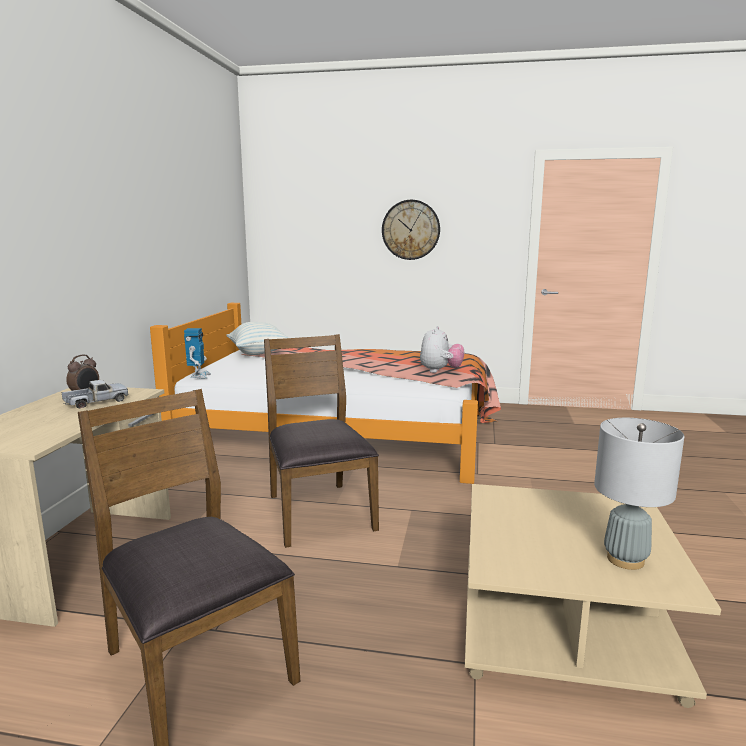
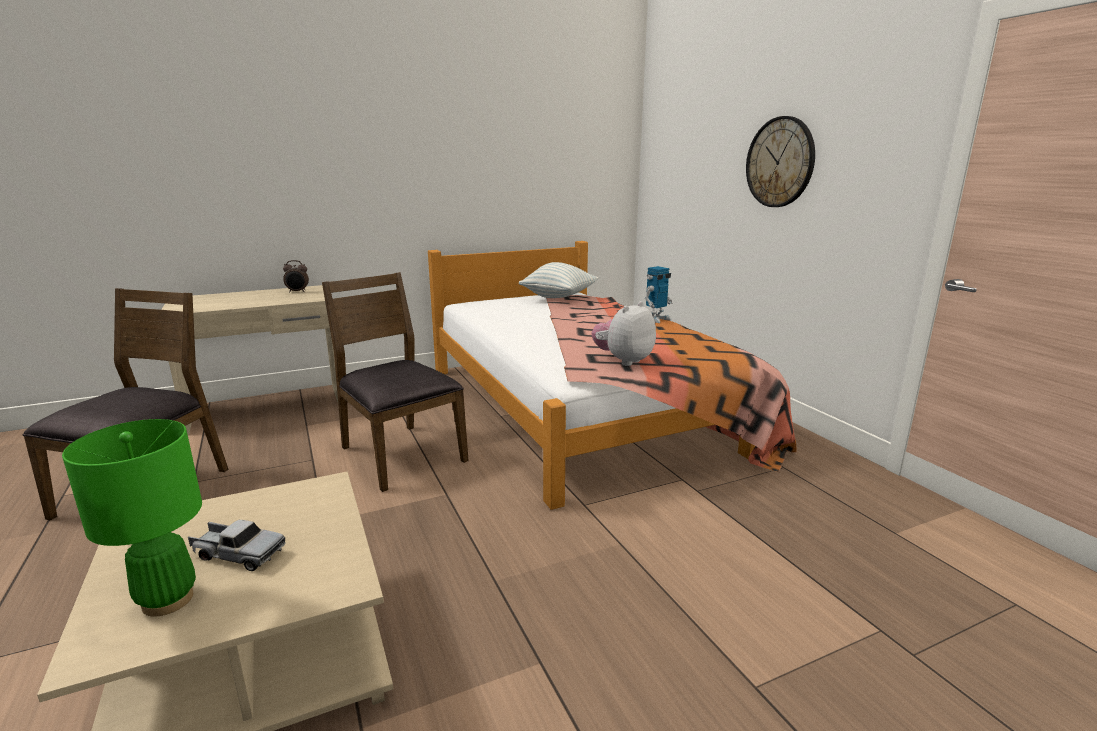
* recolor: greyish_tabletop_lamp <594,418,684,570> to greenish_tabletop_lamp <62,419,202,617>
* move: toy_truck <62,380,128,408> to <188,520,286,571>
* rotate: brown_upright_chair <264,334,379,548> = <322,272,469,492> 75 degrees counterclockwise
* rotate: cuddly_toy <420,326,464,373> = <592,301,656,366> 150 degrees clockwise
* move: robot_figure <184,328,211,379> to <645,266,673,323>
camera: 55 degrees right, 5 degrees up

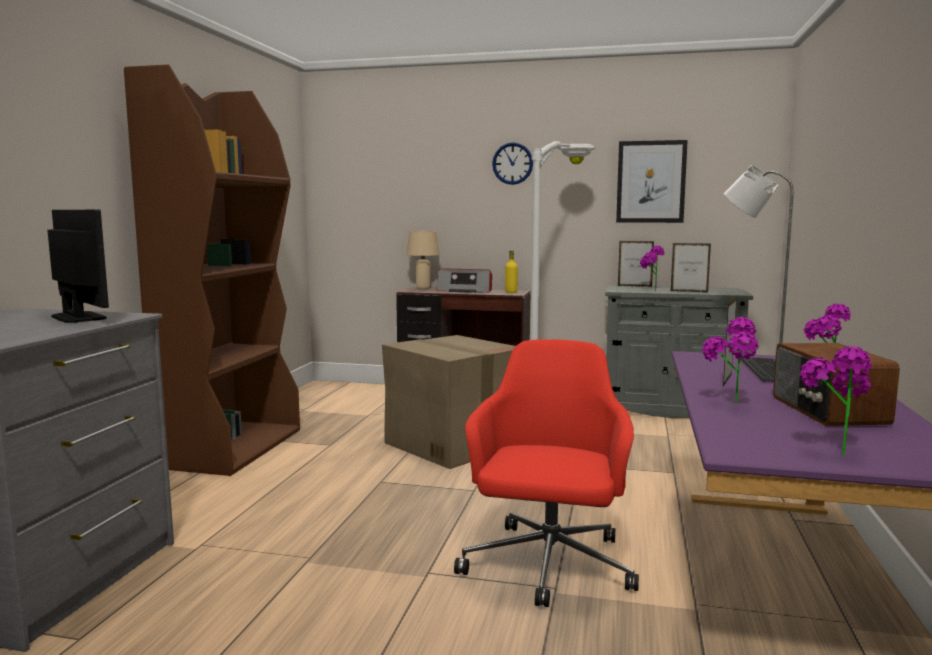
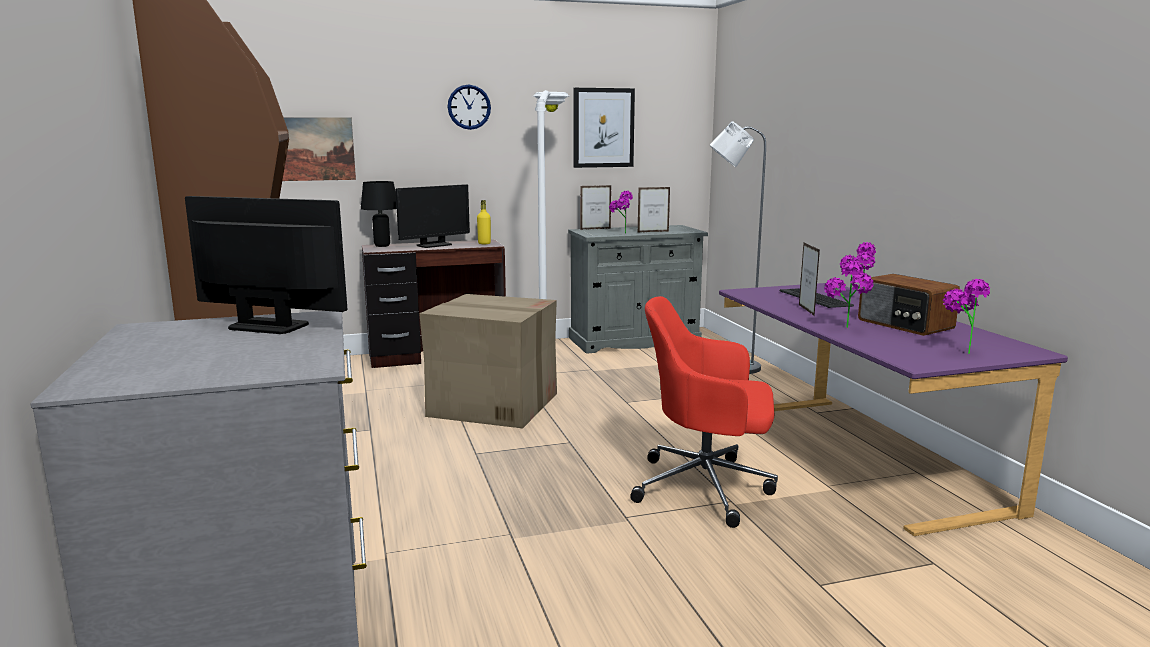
* insert: wall_art <282,117,356,181>
* recolor: beige-coloured_tabletop_lamp <406,231,440,289> to black_tabletop_lamp <361,181,397,247>
* replace: radio_receiver <436,269,492,293> to computer_display <396,184,470,248>
* rotate: red-coloured_computer_chair <454,339,639,607> = <630,296,778,528> 60 degrees counterclockwise
camera: 30 degrees left, 5 degrees up

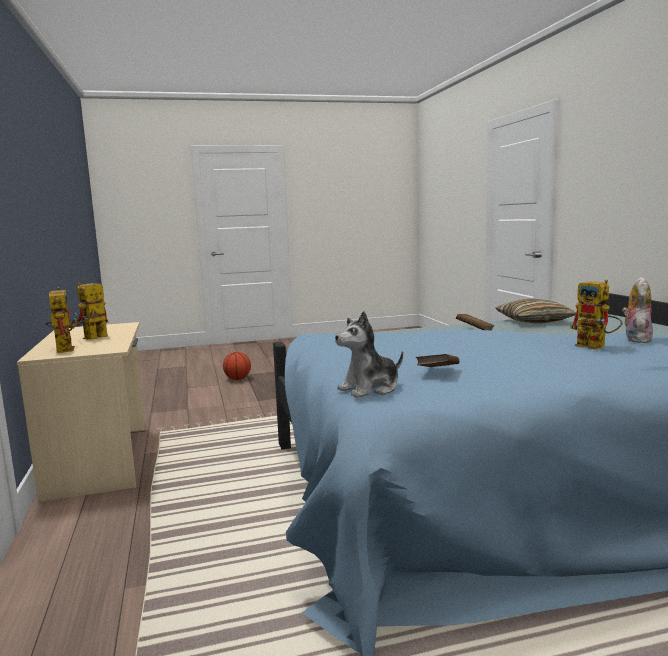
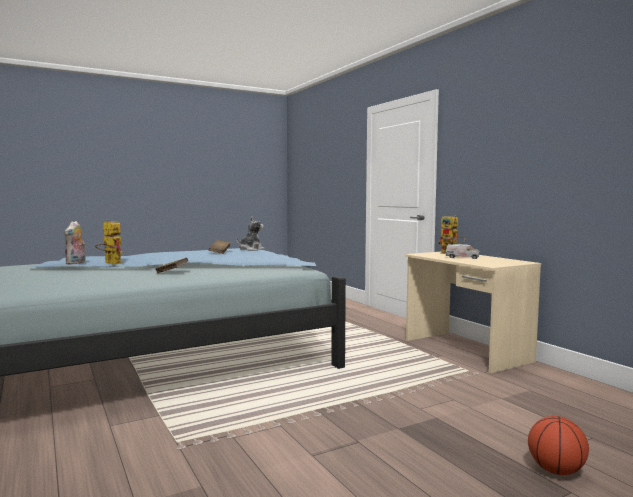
* replace: robot_figure <74,282,108,340> to toy_truck <446,244,479,259>
* delete: throw_pillow <496,299,576,323>
camera: 165 degrees right, 5 degrees down

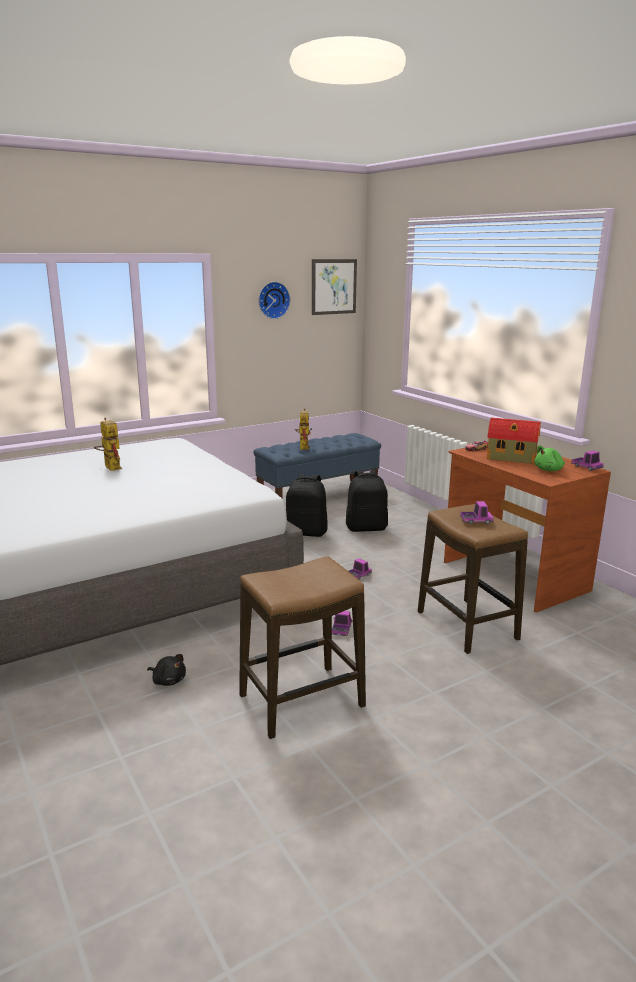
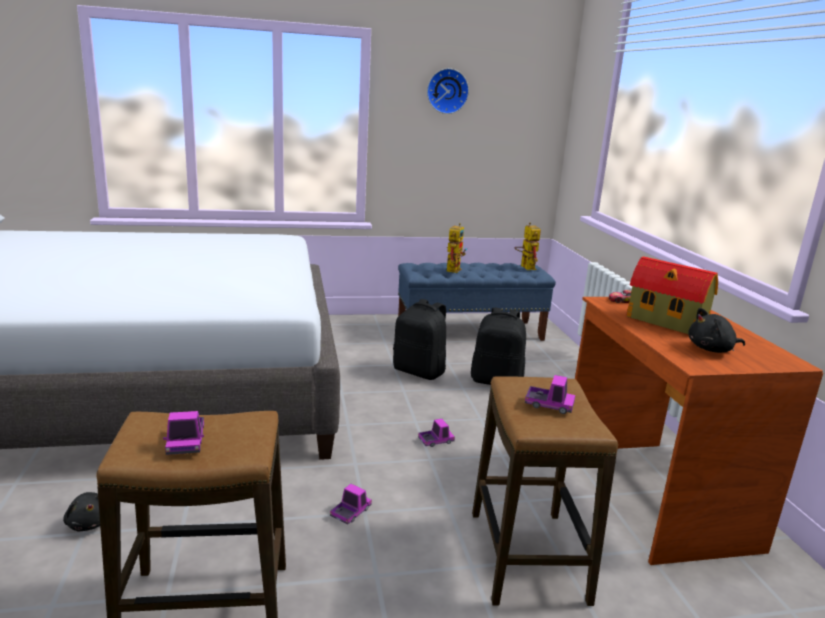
* move: toy_truck <571,450,604,471> to <163,411,204,455>
* move: robot_figure <94,417,122,471> to <514,222,541,270>
* recolor: greenish_cuddly_toy <534,445,565,471> to black_cuddly_toy <688,308,745,353>
* delete: wall_art <312,259,357,315>
camera: 20 degrees right, 0 degrees up

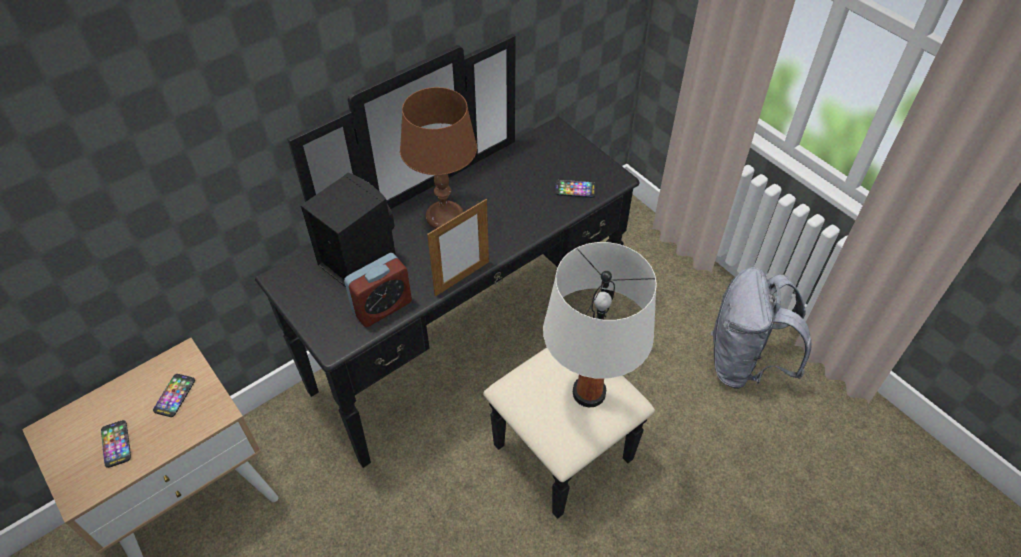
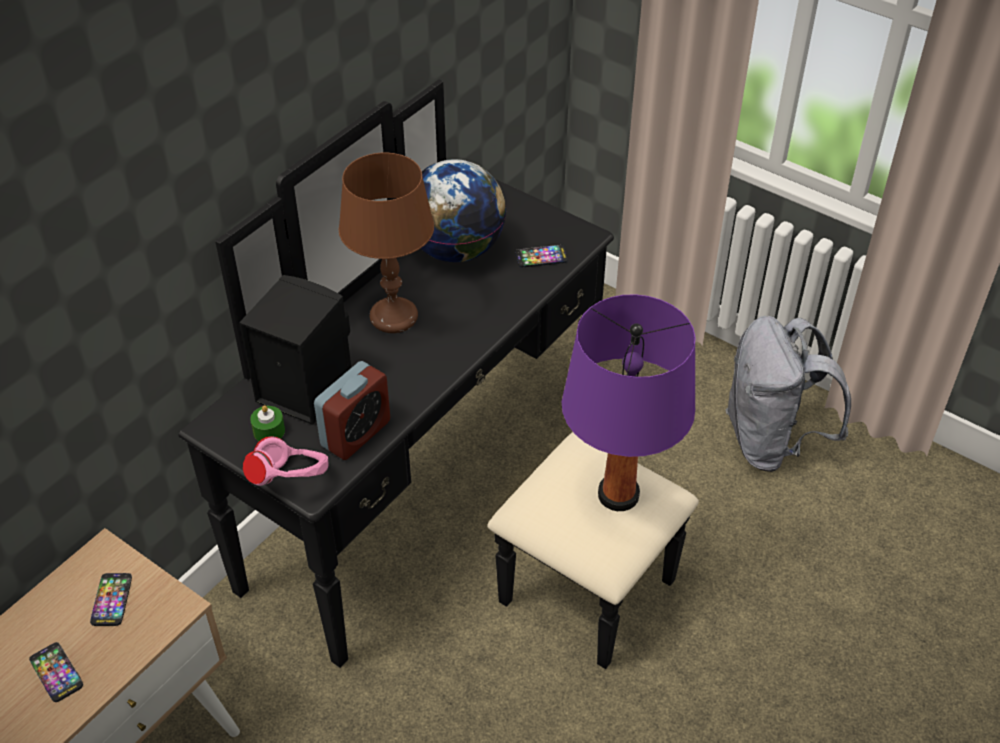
* insert: pinkish_headphones <243,436,329,486>
* insert: greenish_wax_light <250,405,285,441>
* insert: desk_globe <420,159,506,262>
* recolor: white_tabletop_lamp <543,242,657,407> to purplish_tabletop_lamp <562,294,696,511>
* delete: standing_frame <427,199,489,297>
camera: 15 degrees left, 5 degrees down

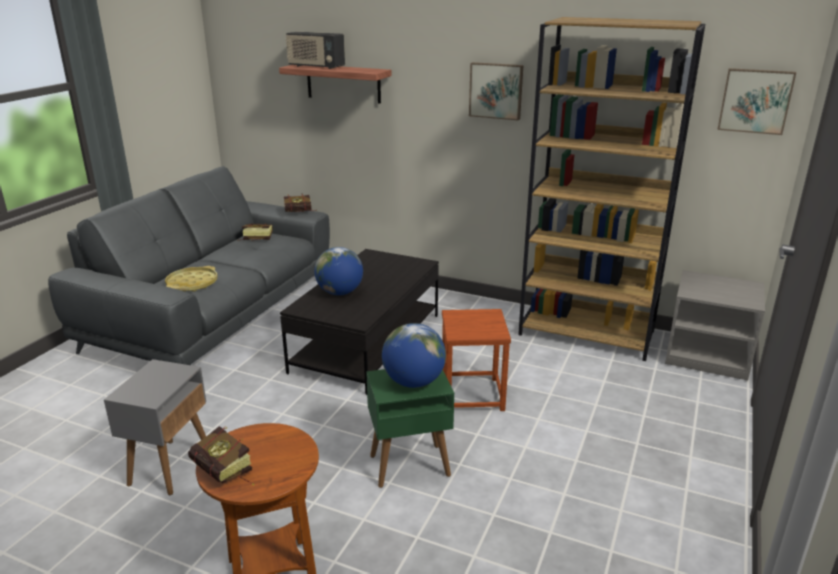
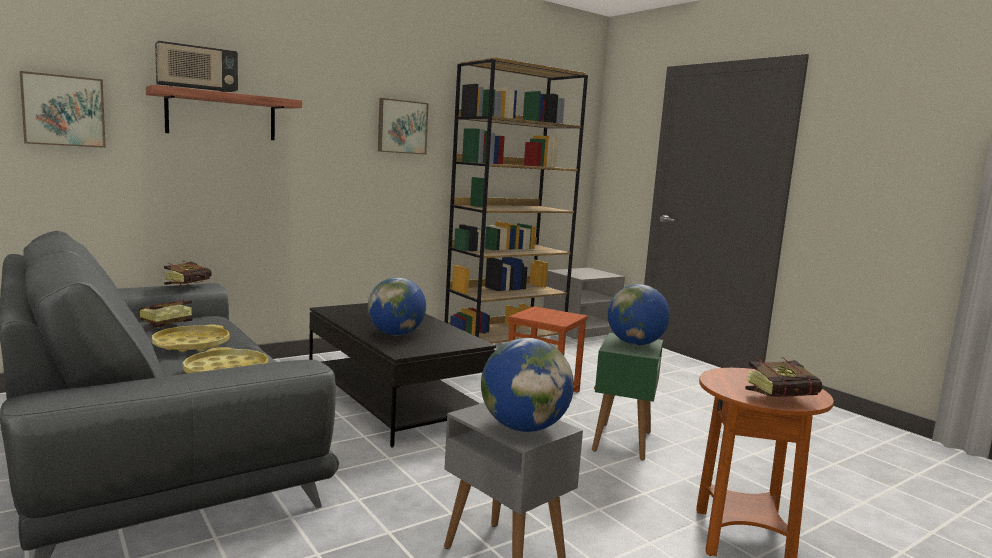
* move: wall_art <717,68,796,135> to <20,71,106,148>
* insert: yellow-coloured_tray <152,325,230,352>
* insert: desk_globe <481,338,574,432>
camera: 60 degrees left, 15 degrees down

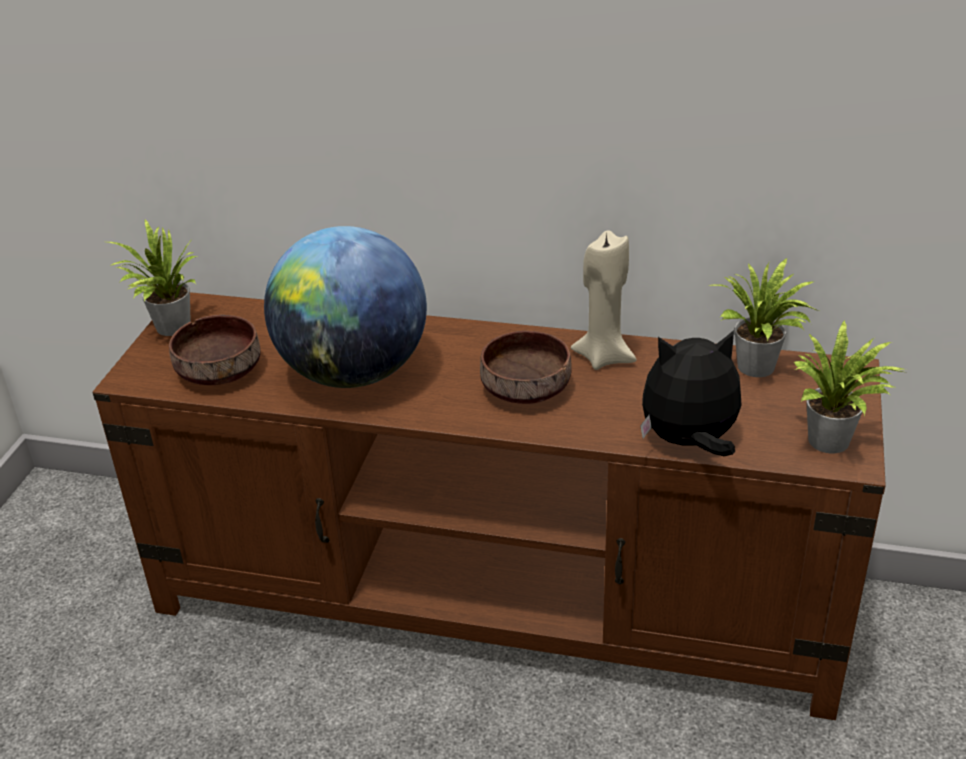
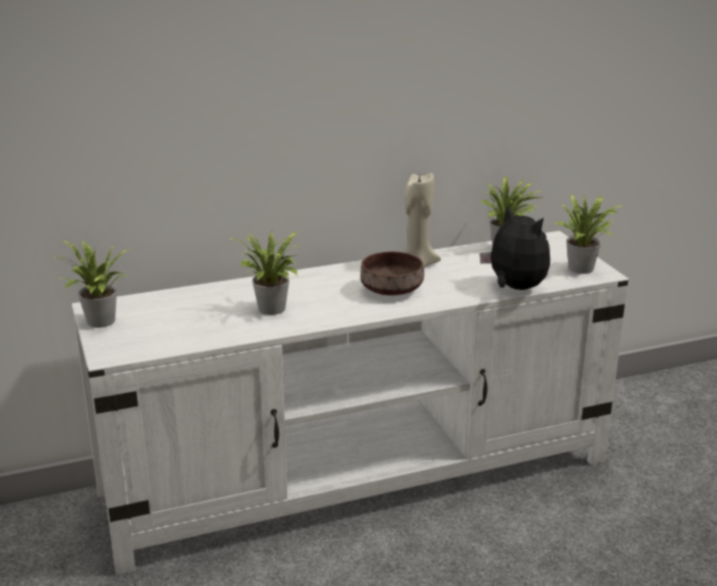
* recolor: brown_tv_unit <93,292,886,720> to white_tv_unit <72,231,629,575>
* replace: desk_globe <264,226,427,388> to plant_in_a_pot <230,229,299,315>
* rotate: cuddly_toy <640,330,742,456> = <480,204,550,290> 90 degrees clockwise
* delete: brown_bowl <169,315,261,385>
camera: 35 degrees left, 10 degrees down

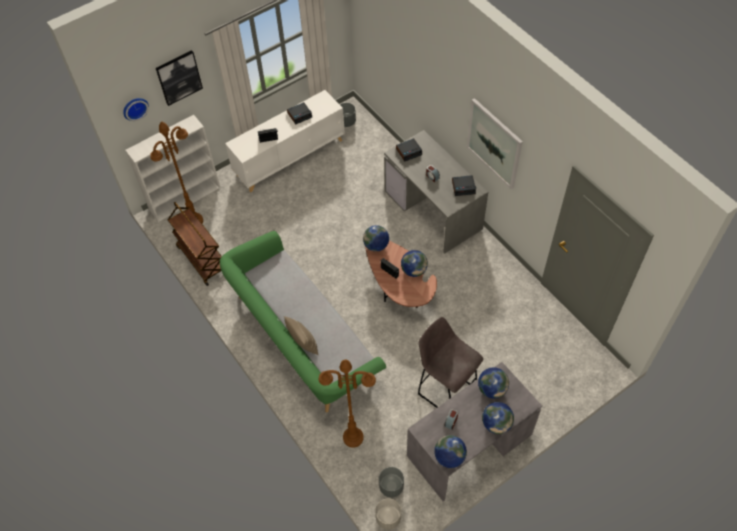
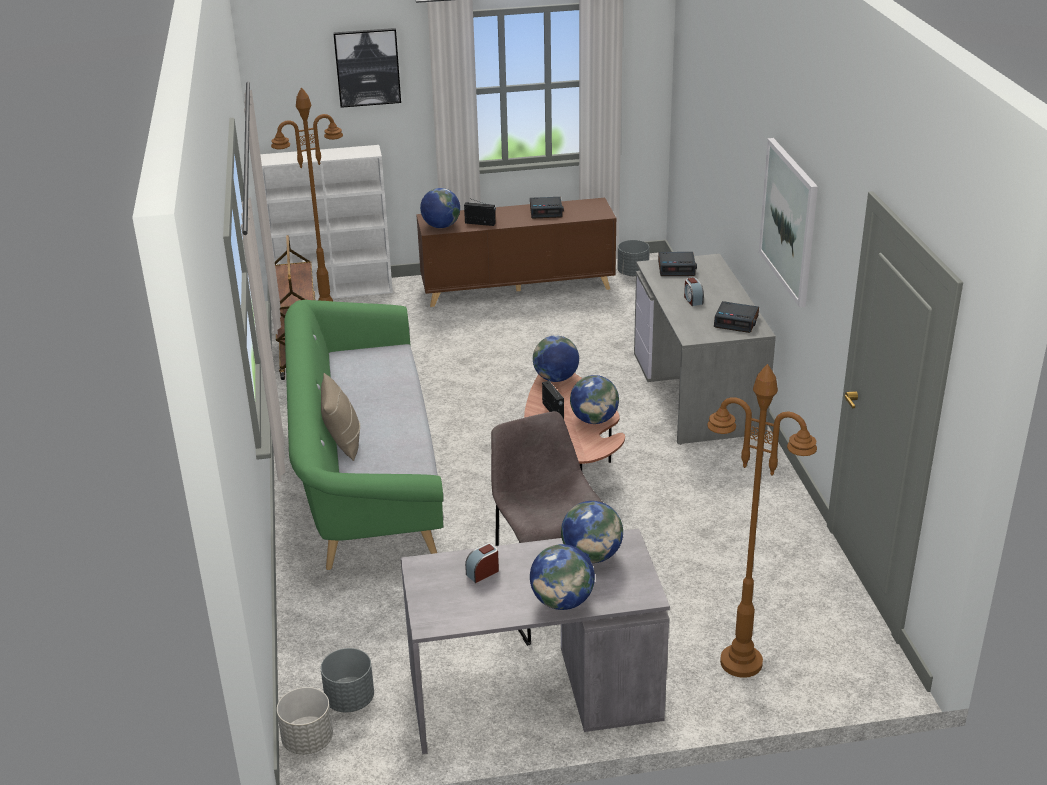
* recolor: white_storage_cabinet <225,90,345,192> to brown_storage_cabinet <416,198,616,307>
* move: desk_globe <434,435,467,468> to <420,188,460,228>
* move: brown_standing_lamp <319,360,376,448> to <707,364,817,678>
* delete: wall_clock <123,98,149,121>
camera: 25 degrees right, 25 degrees down

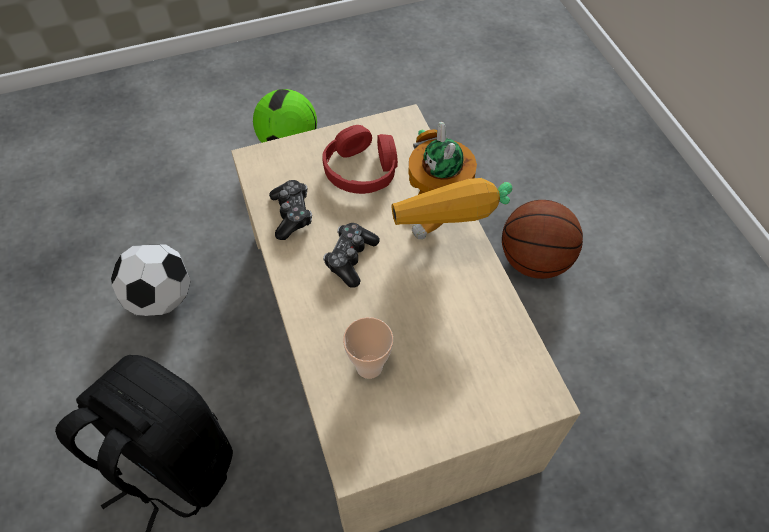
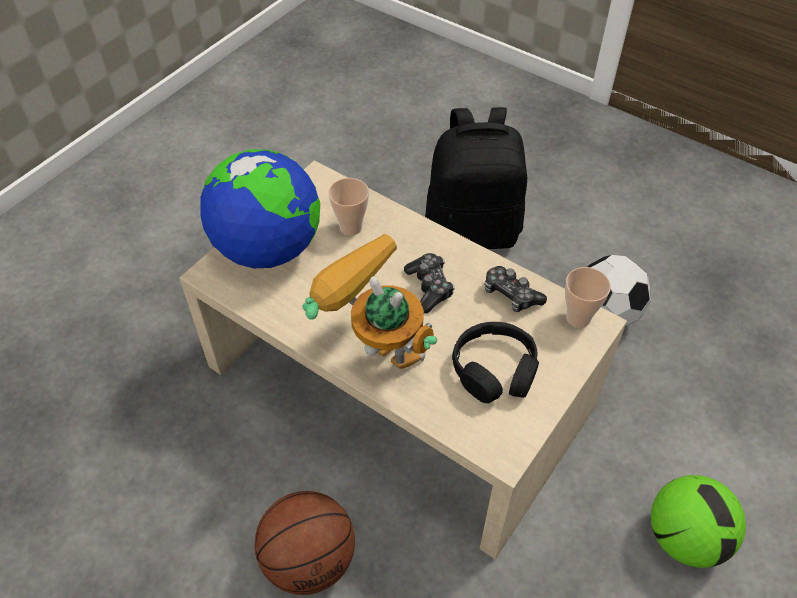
* insert: desk_globe <200,149,320,268>
* recolor: red-coloured_headphones <323,125,398,194> to black_headphones <452,322,539,403>
* insert: cup <565,267,611,328>
camera: 145 degrees right, 5 degrees down

